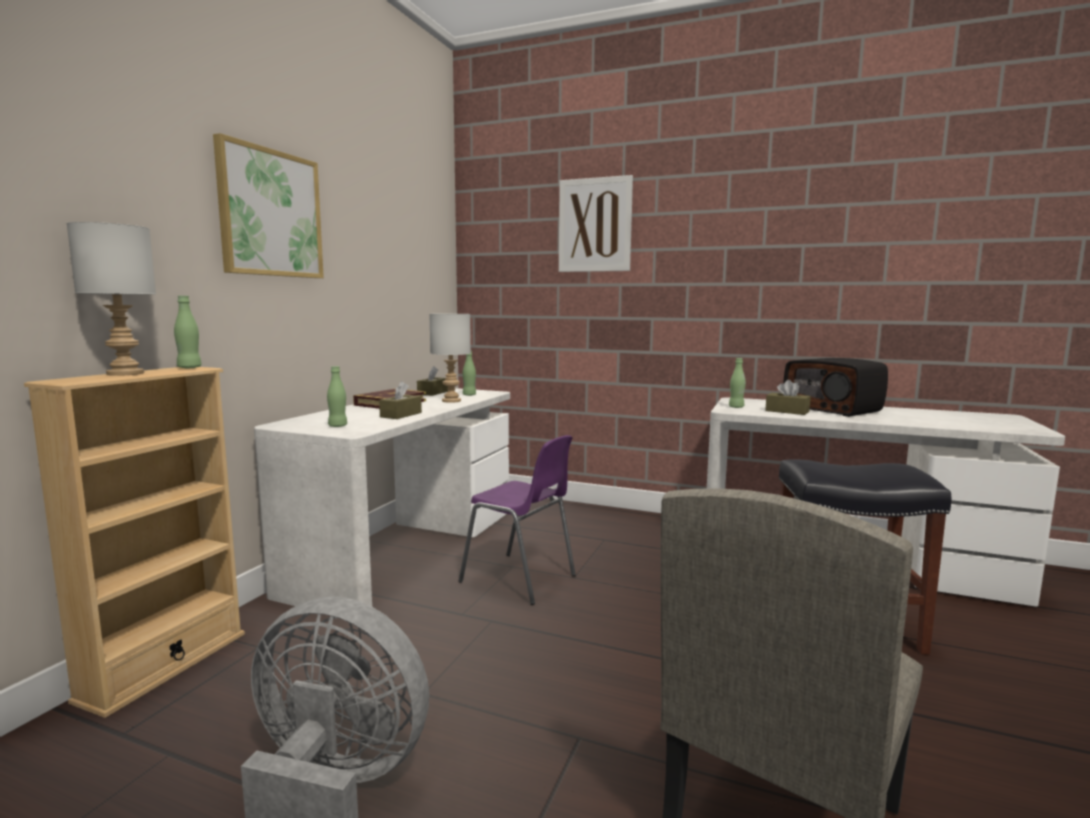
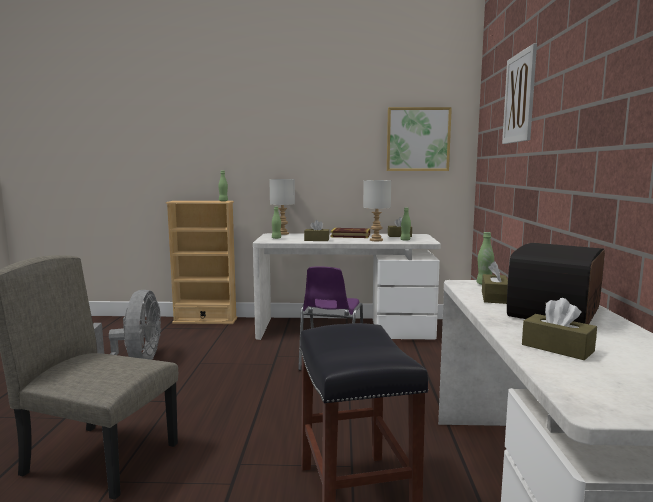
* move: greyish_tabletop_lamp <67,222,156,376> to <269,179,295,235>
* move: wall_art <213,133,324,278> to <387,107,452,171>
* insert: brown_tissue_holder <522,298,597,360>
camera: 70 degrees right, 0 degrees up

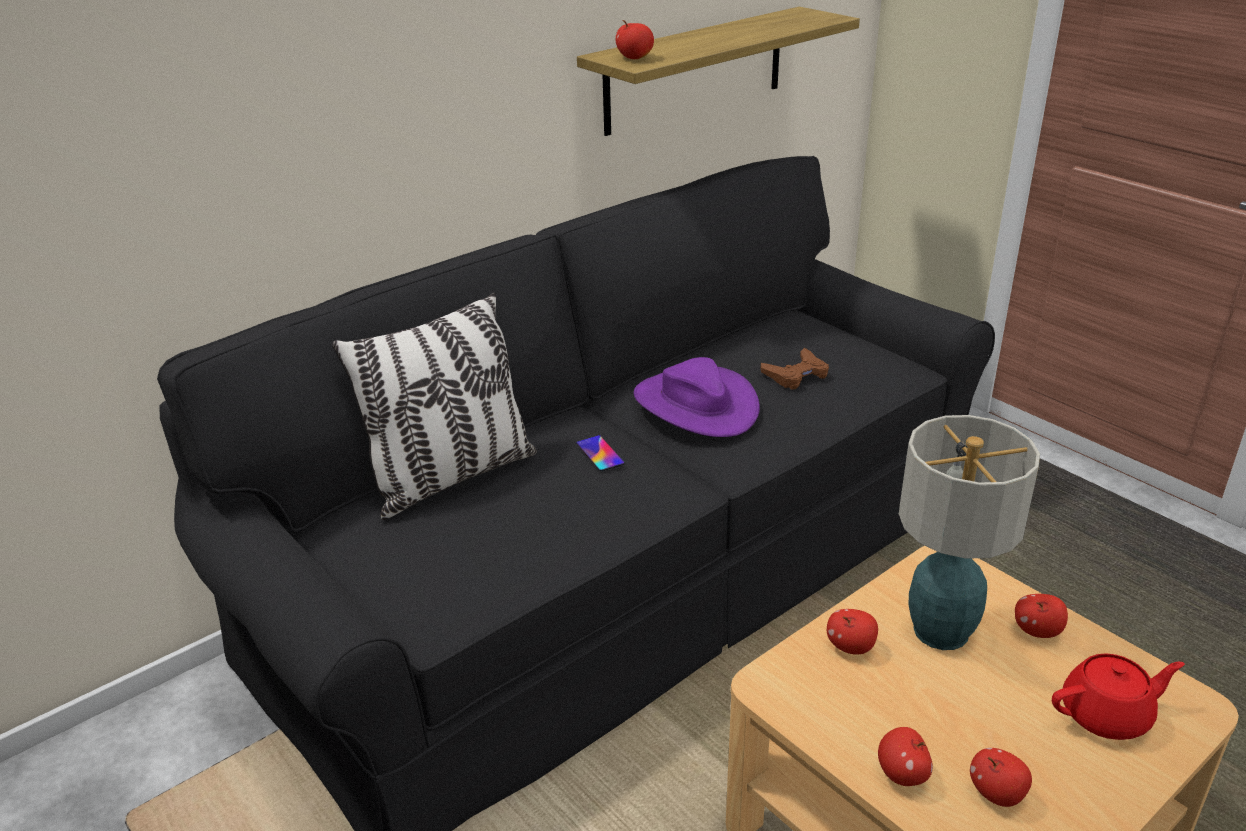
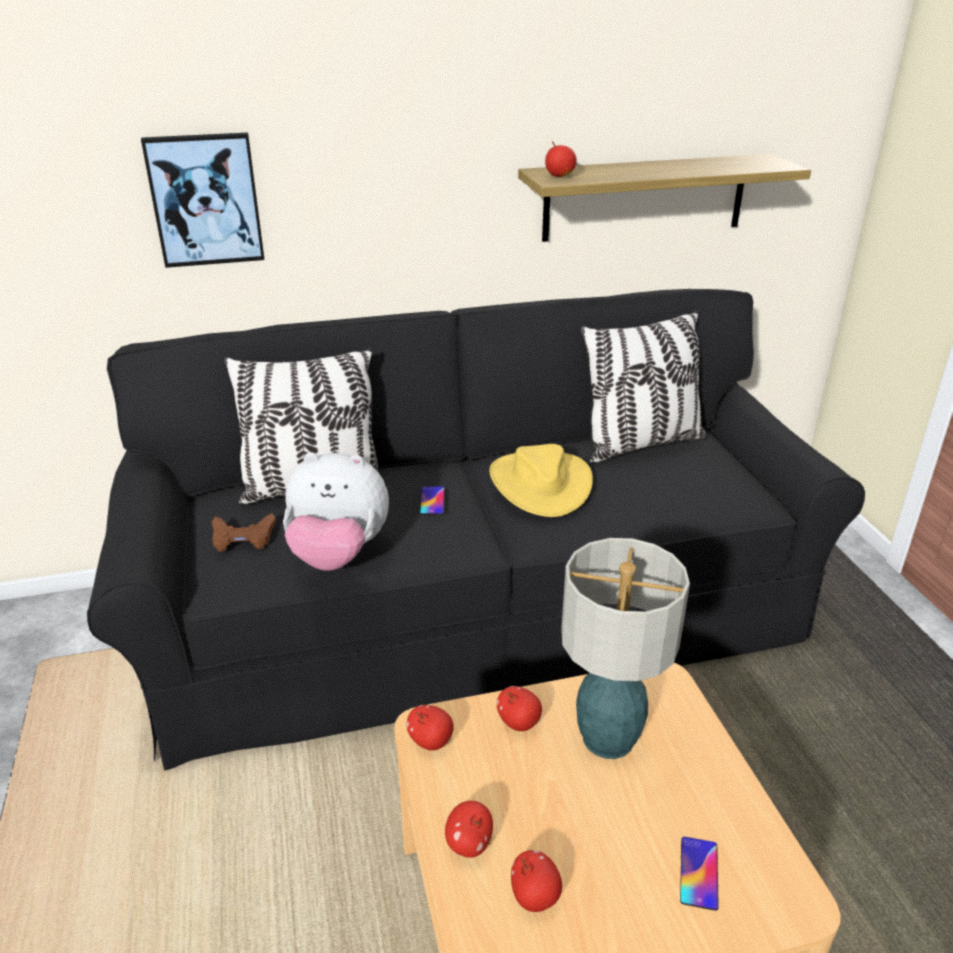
* insert: wall_art <141,133,265,268>
* move: brown_game_controller <760,348,829,390> to <212,513,276,552>
* insert: cuddly_toy <283,452,389,571>
* move: apple <1015,594,1068,638> to <406,705,454,750>
* recolor: purplish_clothing_hat <634,357,760,437> to yellow-coloured_clothing_hat <489,444,593,517>
* insert: throw_pillow <581,311,706,463>
* replace: red-coloured_tea_pot <1052,653,1185,740> to phone <680,837,719,911>
camera: 25 degrees right, 0 degrees up

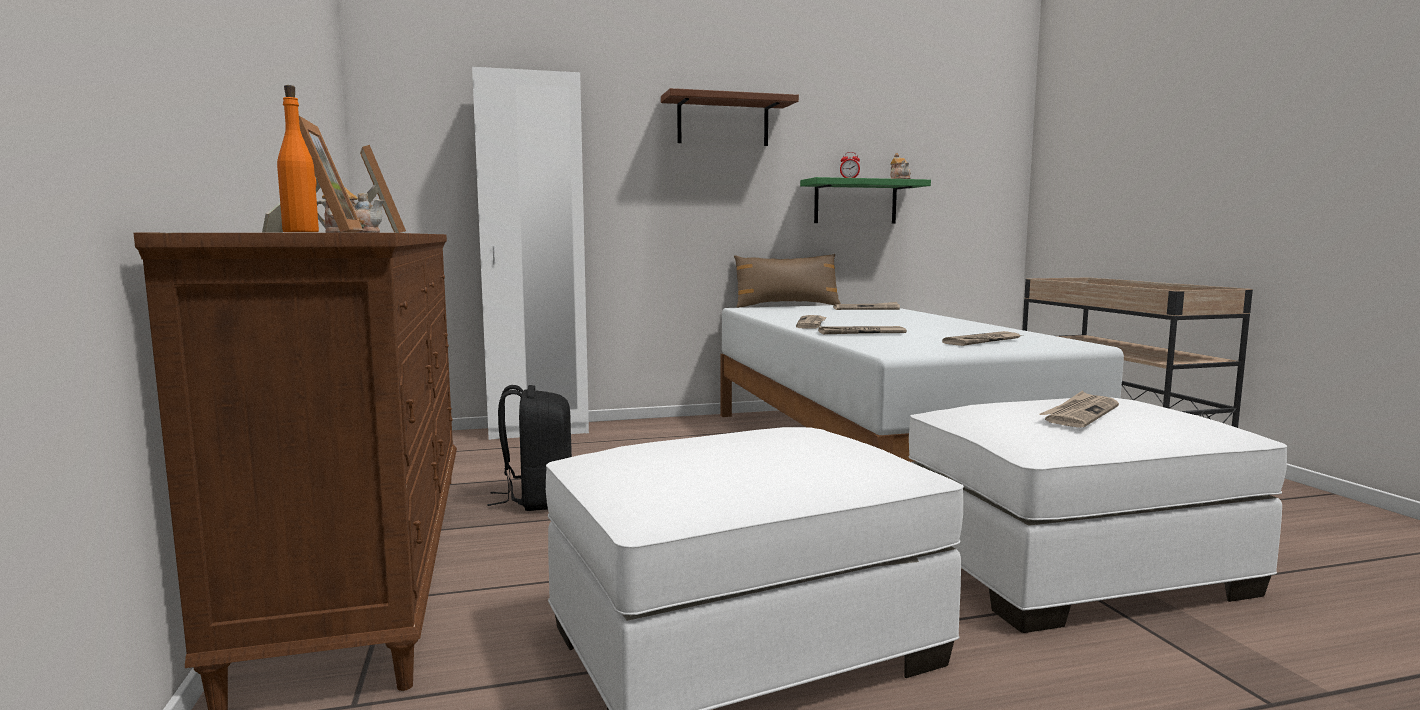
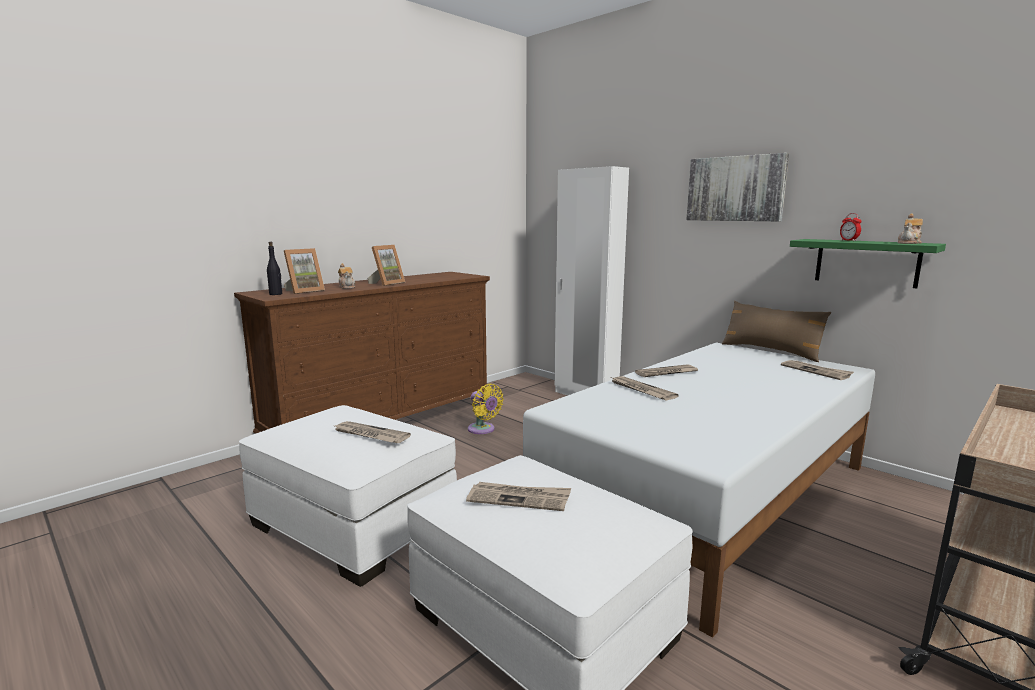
* recolor: orangey_bottle <277,85,319,232> to black_bottle <267,242,282,295>
* move: printed_paper <942,331,1023,346> to <332,421,411,443>
* replace: black_knapsack <487,385,572,511> to yellow-coloured_electric_fan <468,384,504,434>
* replace: brown_shelf <661,88,799,146> to wall_art <686,153,789,221>
camera: 60 degrees right, 5 degrees up

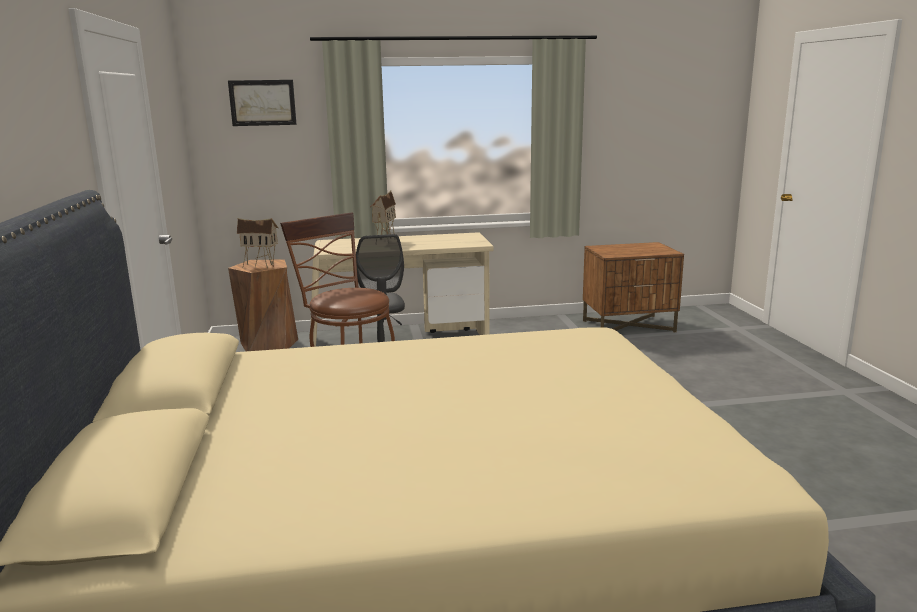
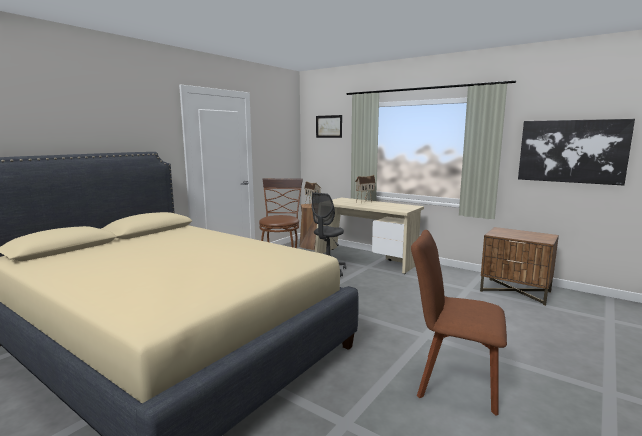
* insert: brown_upright_chair <411,230,507,415>
* insert: wall_art <518,119,635,186>
camera: 45 degrees right, 5 degrees down

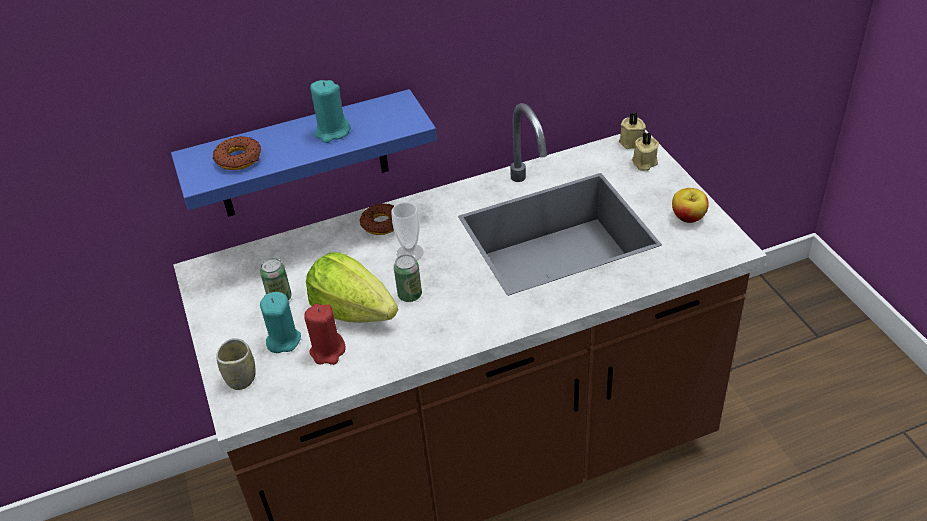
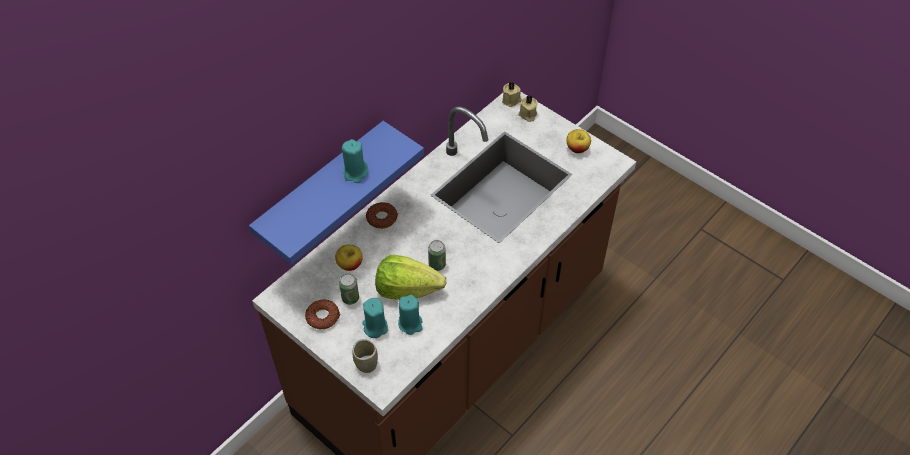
* move: donut <213,136,261,170> to <305,299,340,329>
* insert: apple <335,245,363,271>
* recolor: red-coloured_wax_light <304,304,345,365> to turquoise-coloured_wax_light <398,295,423,335>
* delete: cup <391,202,423,261>
camera: 30 degrees left, 10 degrees up

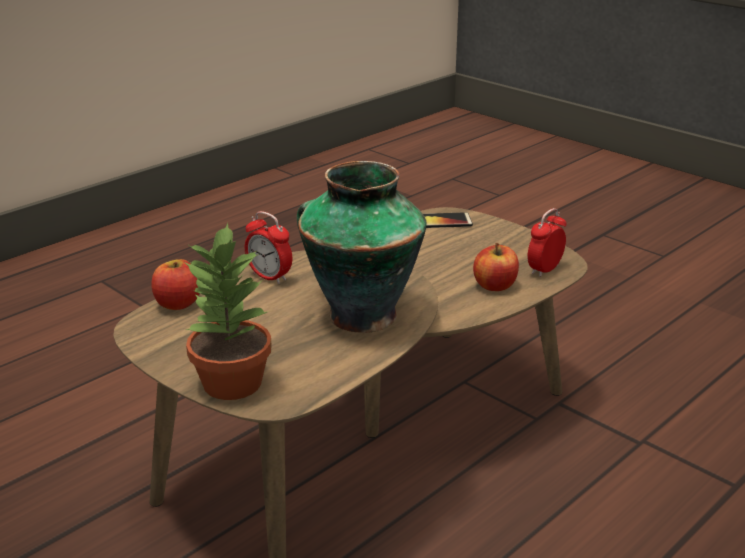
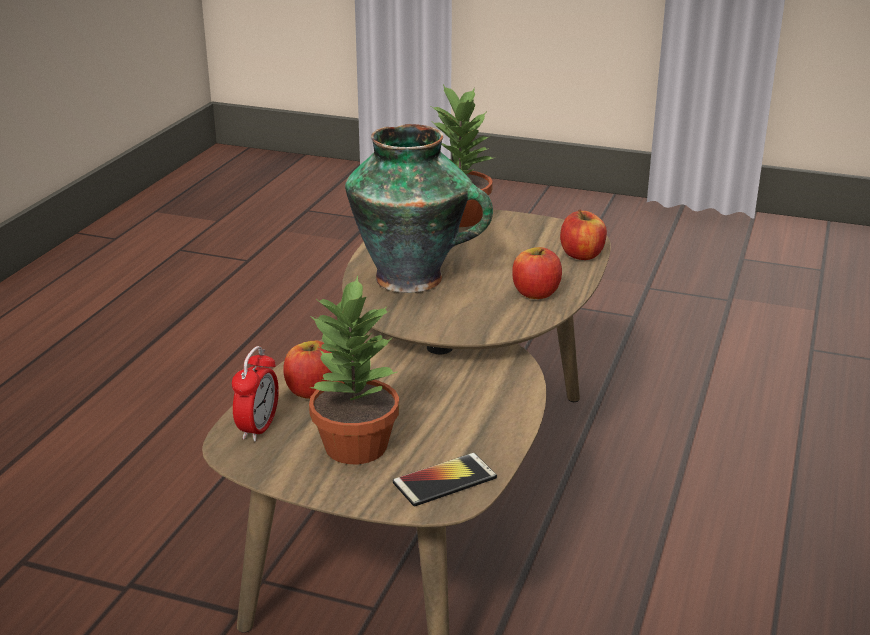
* insert: plant_in_a_pot <309,276,399,464>
* replace: table_clock <245,211,292,284> to apple <512,247,562,299>
camera: 155 degrees right, 0 degrees up

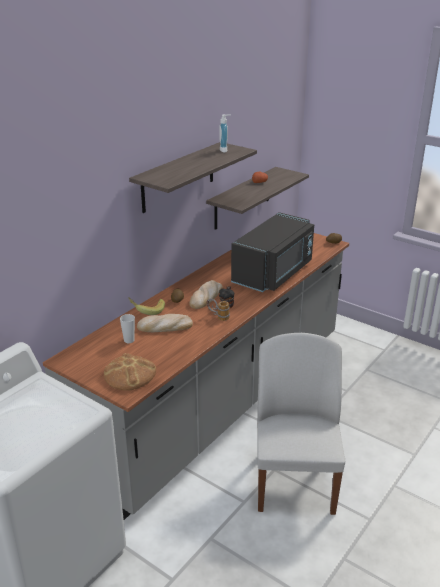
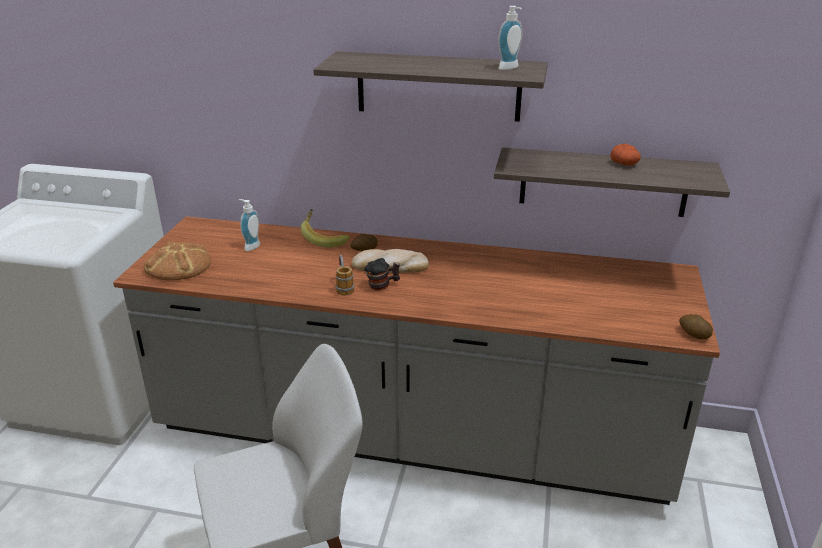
* replace: cup <120,314,135,343> to soap_bottle <238,199,260,251>
* delete: bread <137,314,193,332>
* delete: black_kitchen_microwave <231,212,314,292>
camera: 65 degrees right, 0 degrees up

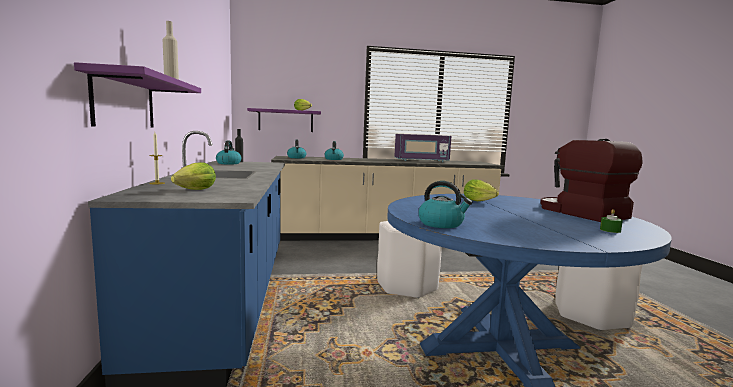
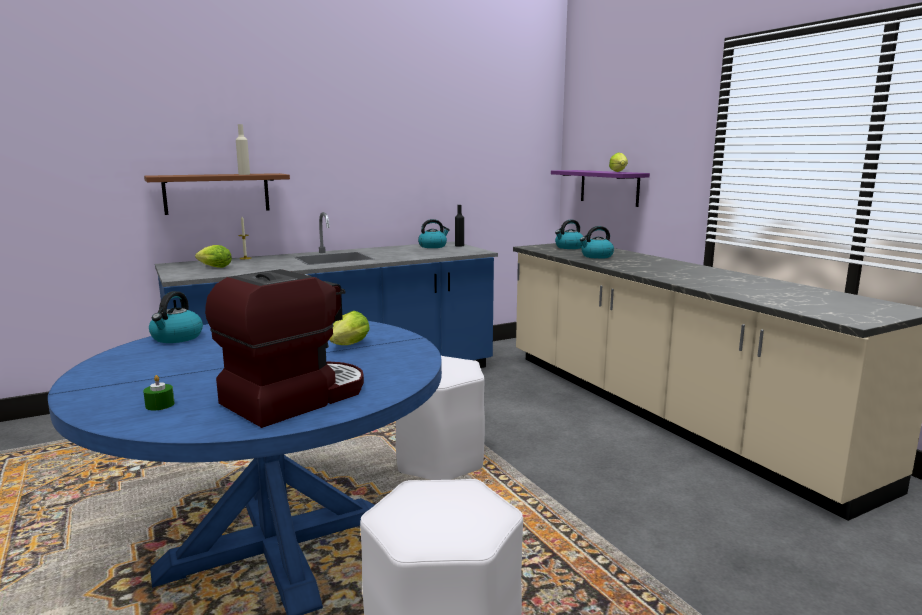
* recolor: purplish_shelf <74,62,201,127> to brown_shelf <144,173,290,215>
* delete: purplish_kitchen_microwave <395,134,451,162>
camera: 70 degrees right, 5 degrees up

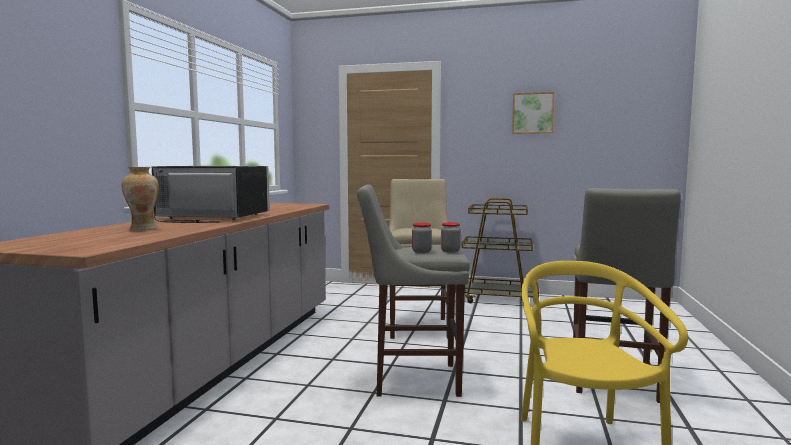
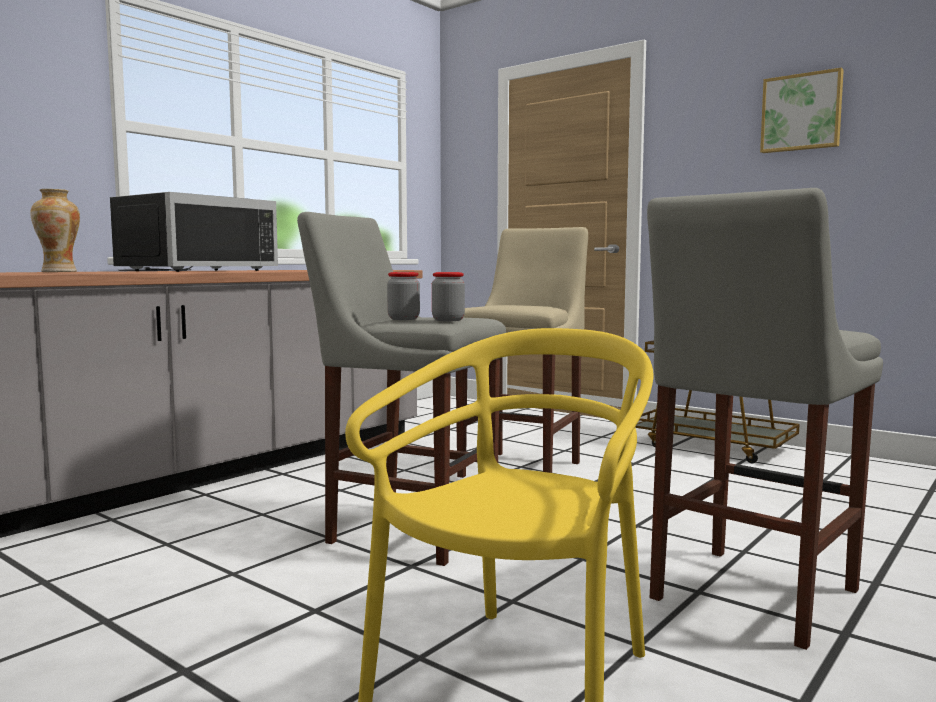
* rotate: black_kitchen_microwave <152,166,270,223> = <110,192,278,272> 90 degrees clockwise
camera: 25 degrees right, 0 degrees up

